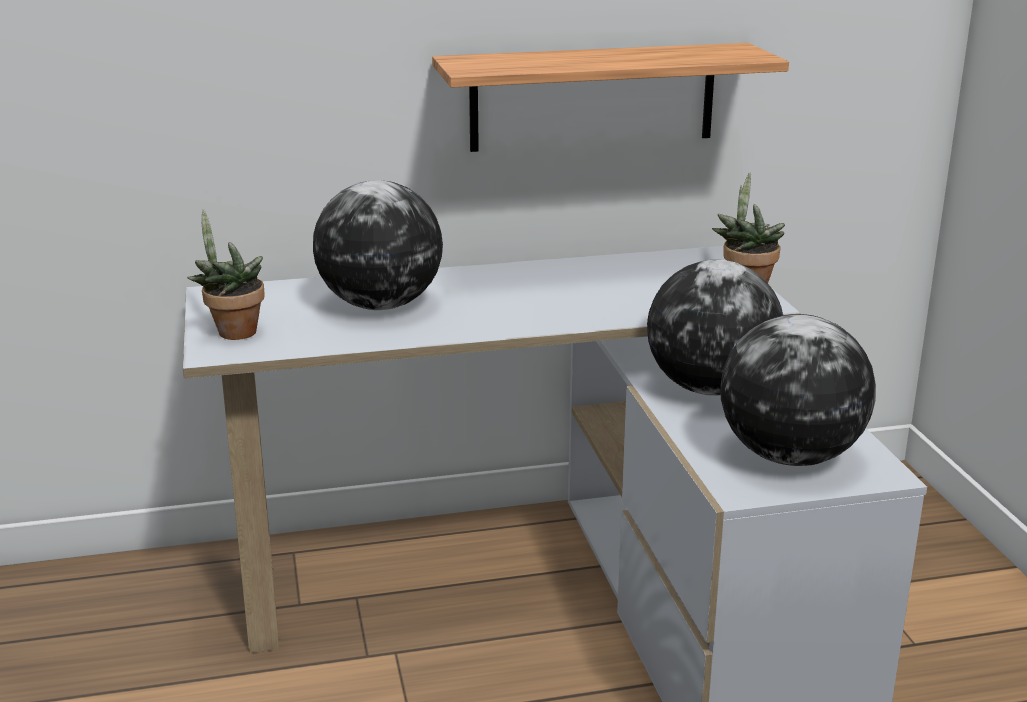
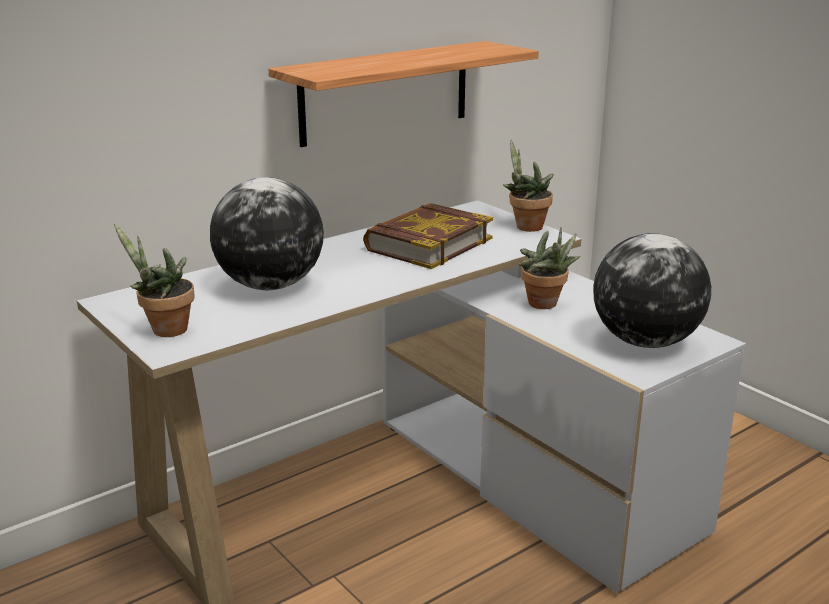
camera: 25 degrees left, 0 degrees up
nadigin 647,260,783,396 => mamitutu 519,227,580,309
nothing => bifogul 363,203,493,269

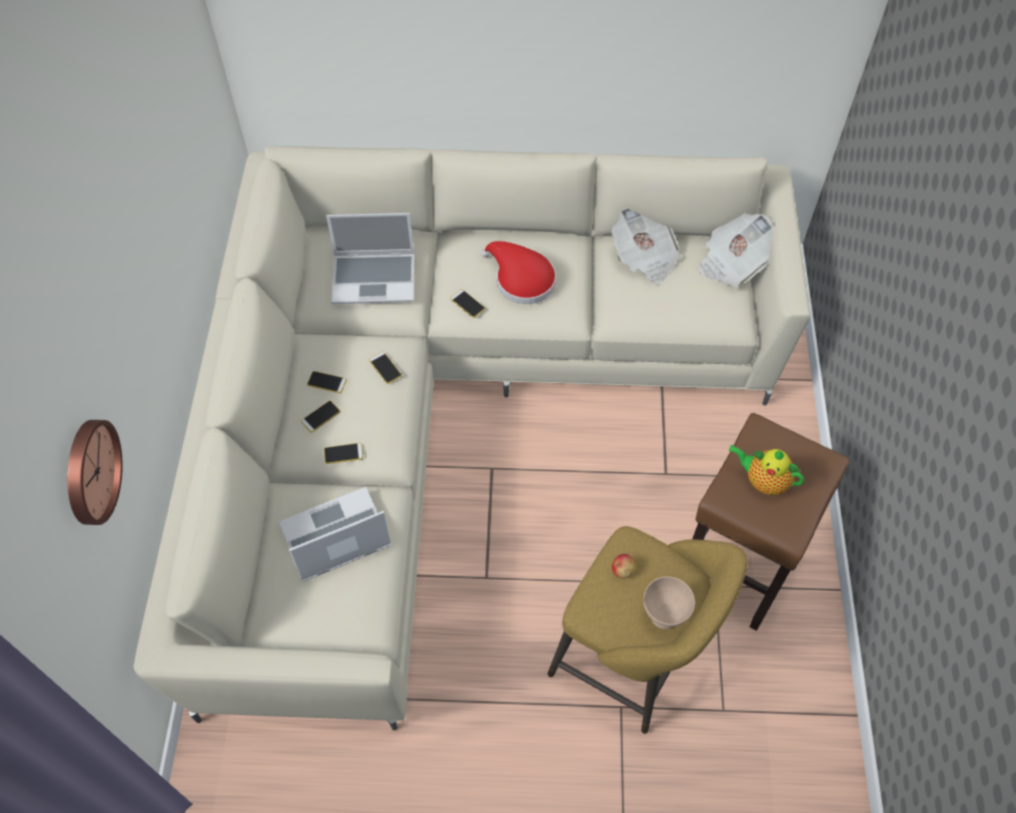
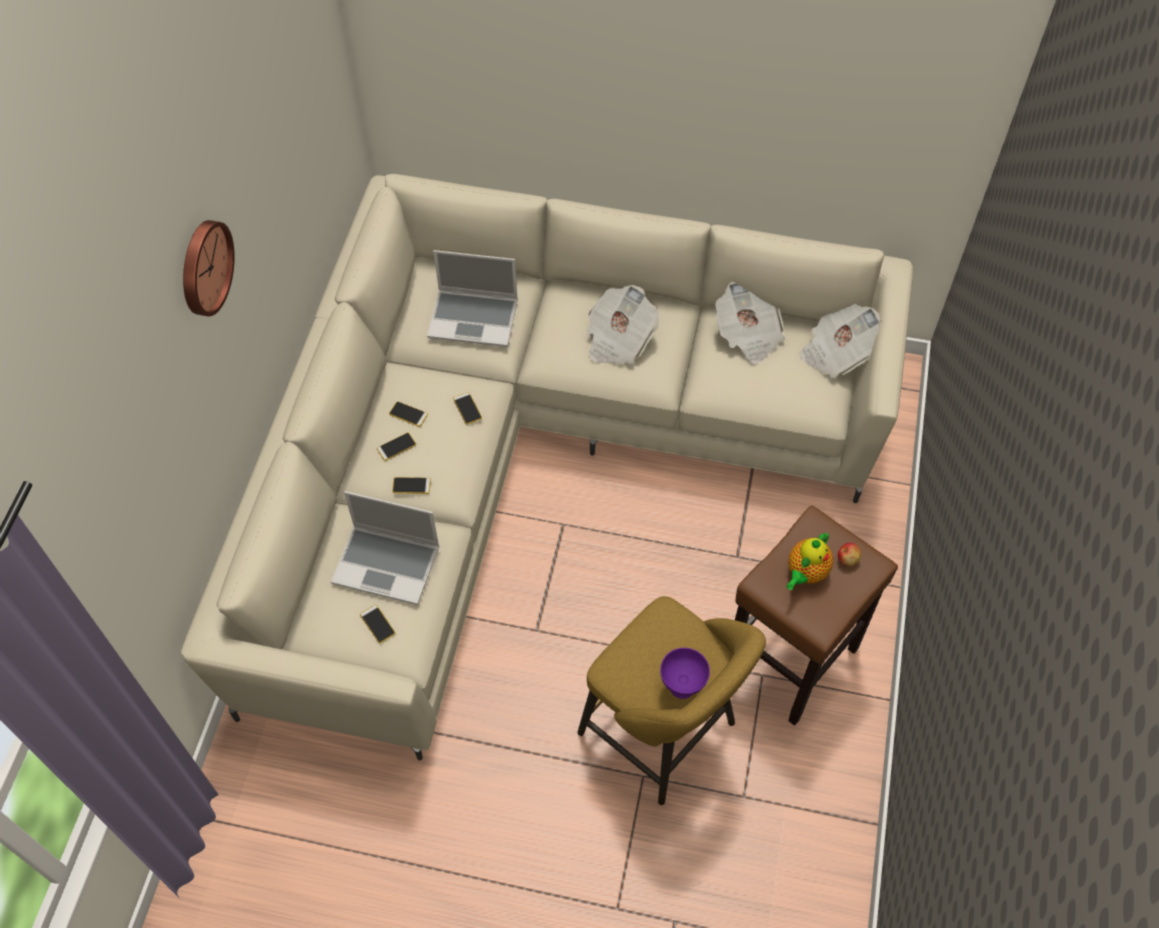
camera: 10 degrees right, 0 degrees up
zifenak 67,420,123,525 => zifenak 183,220,235,316, shifted
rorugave 279,487,391,582 => rorugave 331,491,439,605, 150 degrees counterclockwise
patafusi 450,289,485,318 => patafusi 360,605,395,643, shifted
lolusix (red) 481,241,556,304 => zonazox 587,285,659,365
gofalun 612,554,636,578 => gofalun 838,543,861,566, shifted
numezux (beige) 643,577,695,629 => numezux (purple) 660,648,710,699
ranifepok 728,445,804,495 => ranifepok 786,532,833,590, 90 degrees counterclockwise

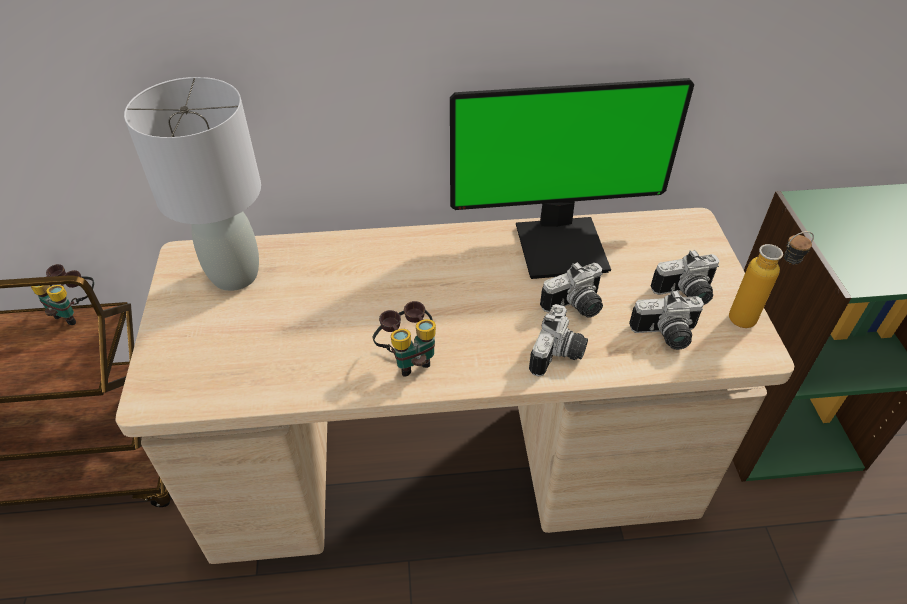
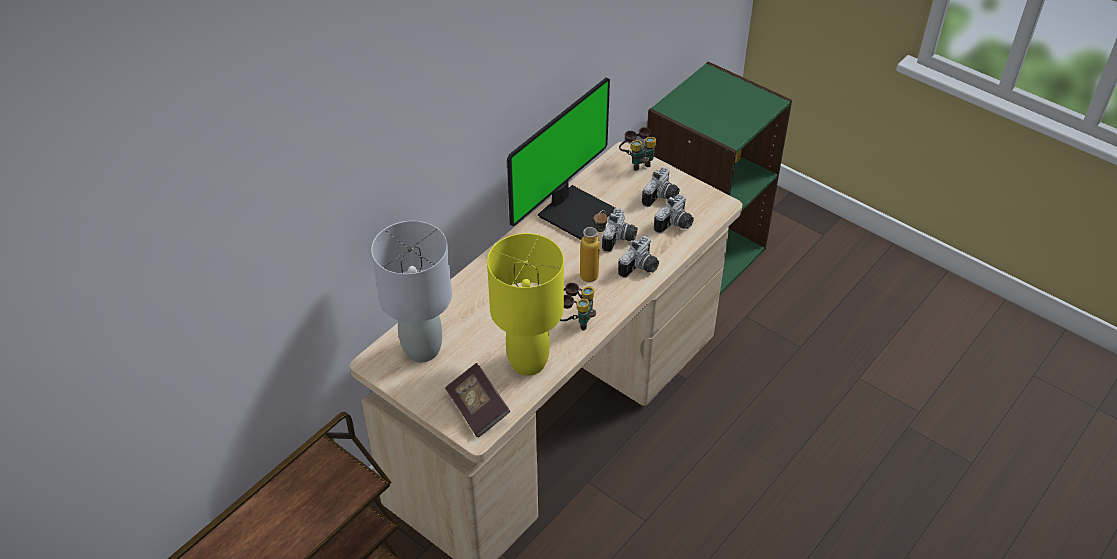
camera: 45 degrees left, 0 degrees up
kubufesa 30,264,94,325 => kubufesa 619,127,656,171, shifted
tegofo 529,304,588,377 => tegofo 618,236,659,278, 60 degrees clockwise
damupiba 729,231,814,328 => damupiba 580,210,608,282, shifted
nothing => bifogul 445,363,510,437
nothing => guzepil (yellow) 487,233,564,376

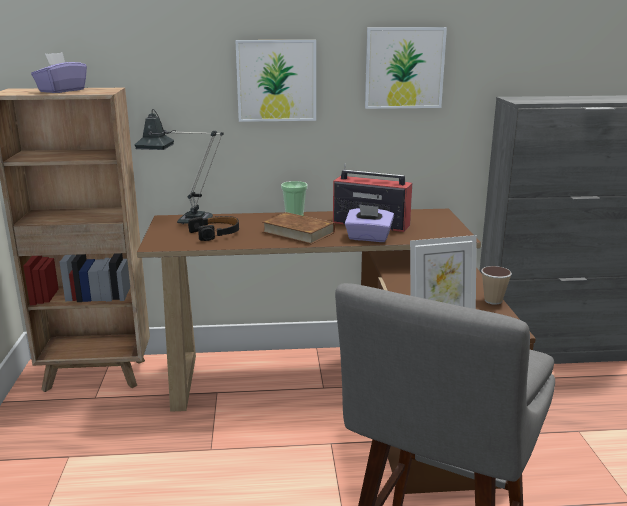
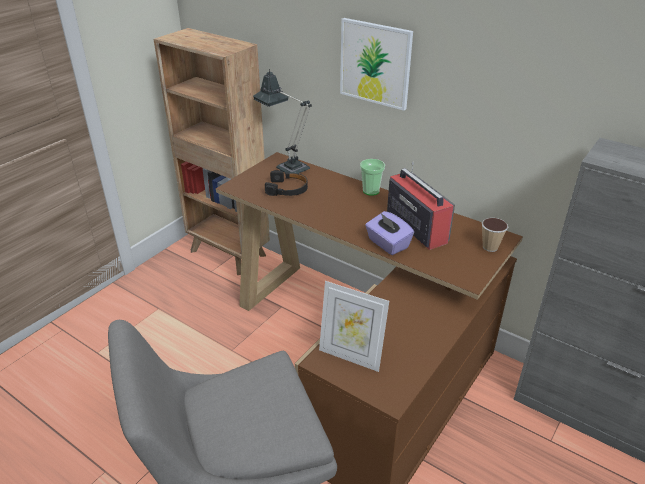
camera: 40 degrees right, 15 degrees up
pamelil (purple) 31,52,87,93 => nothing
bifogul (brown) 262,212,335,244 => nothing
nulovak 365,27,447,109 => nothing
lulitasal 481,266,512,305 => lulitasal 482,218,508,252, shifted

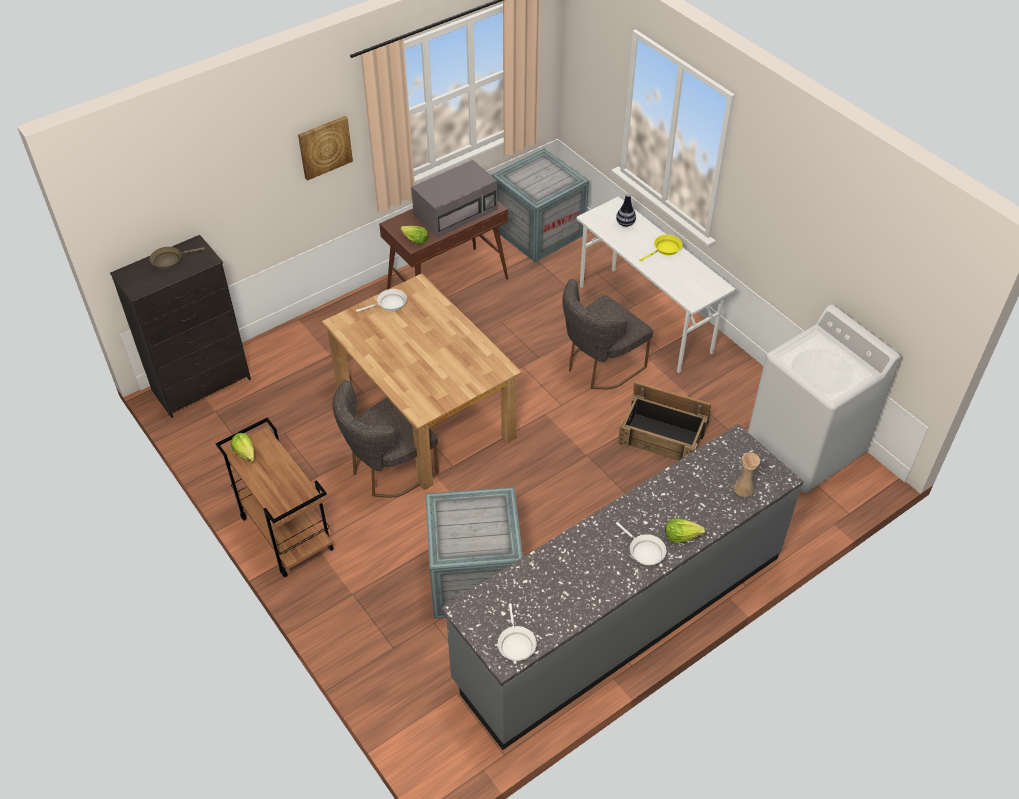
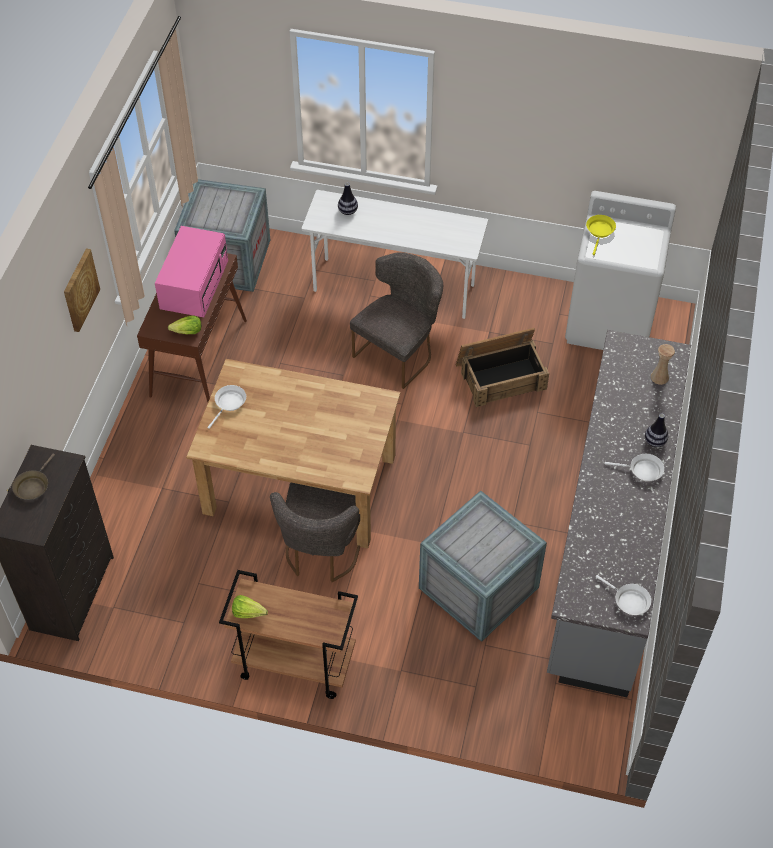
camera: 40 degrees left, 5 degrees up
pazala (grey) 411,160,497,237 => pazala (pink) 155,226,228,317
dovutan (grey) 562,279,653,389 => dovutan (grey) 350,252,443,389, 150 degrees counterclockwise
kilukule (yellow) 639,235,683,261 => kilukule (yellow) 586,215,616,255, shifted
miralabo 665,518,705,543 => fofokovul 645,413,669,447

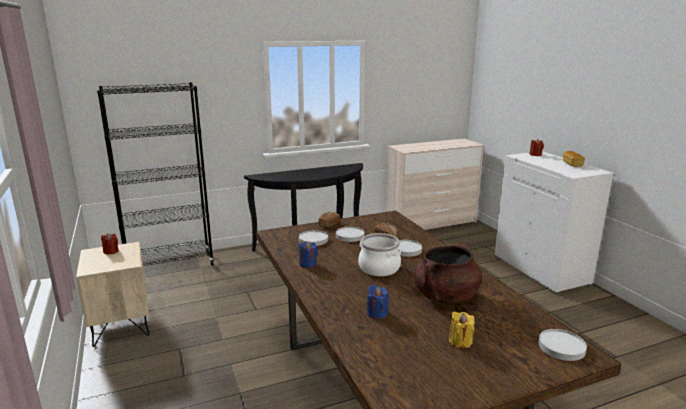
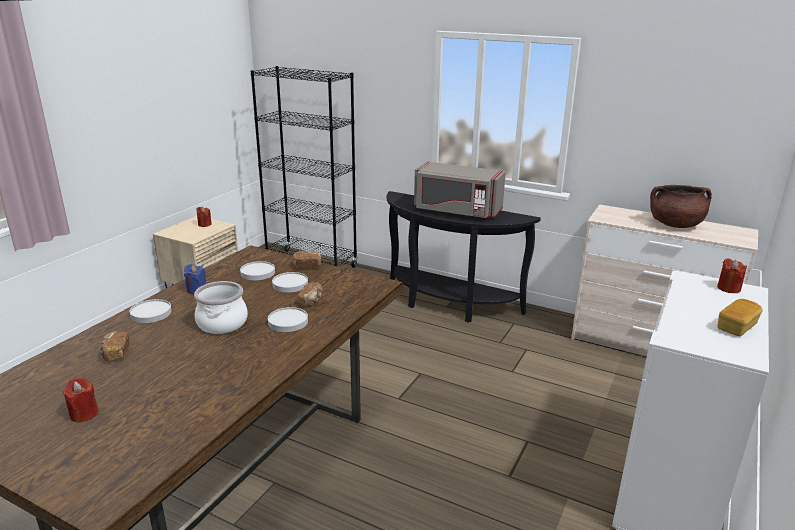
camera: 50 degrees right, 5 degrees up
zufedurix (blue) 367,285,389,319 => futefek 100,332,129,362
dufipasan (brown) 415,244,482,304 => dufipasan (brown) 650,185,712,228, shifted
zufedurix (yellow) 449,312,475,349 => zufedurix (red) 63,377,99,422
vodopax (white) 538,329,587,361 => vodopax (white) 130,299,172,323, shifted
nothing => pazala (grey) 414,162,506,219

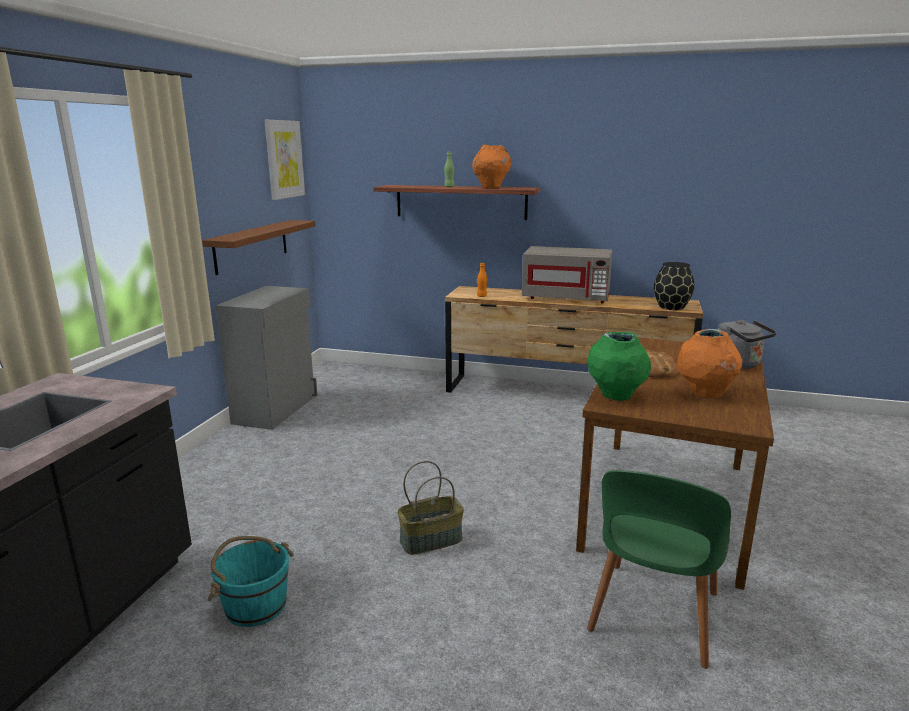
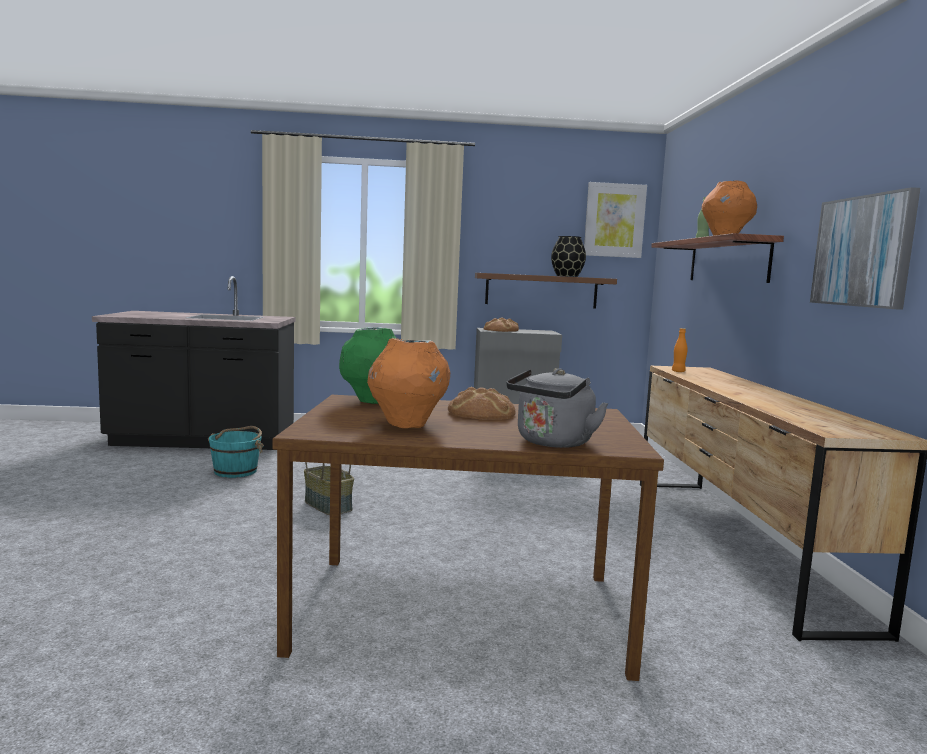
camera: 70 degrees right, 10 degrees down
pazala (grey) 522,246,613,303 => nothing
dovutan (green) 587,470,731,669 => nothing
fofokovul (black) 654,262,694,310 => fofokovul (black) 551,236,586,277, shifted
nothing => futefek 484,317,519,332
nothing => nulovak 810,187,920,310

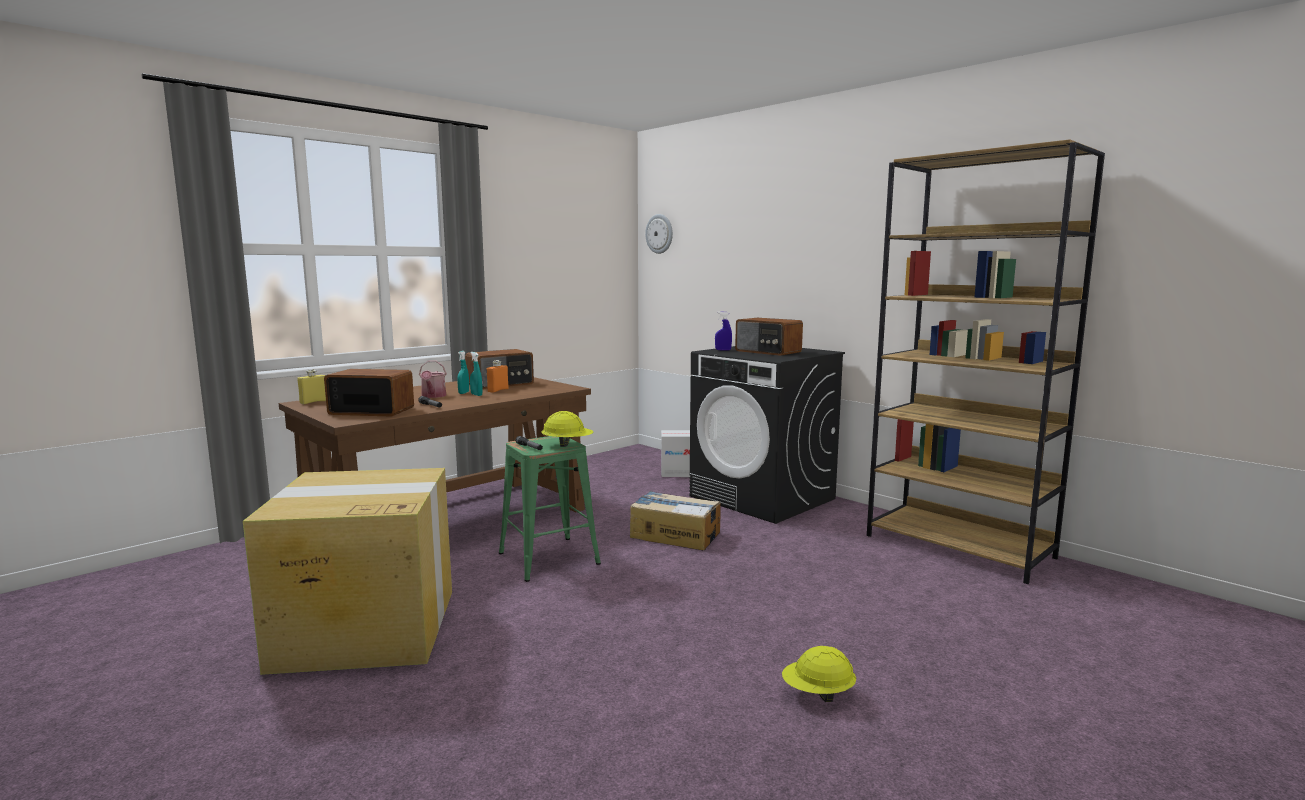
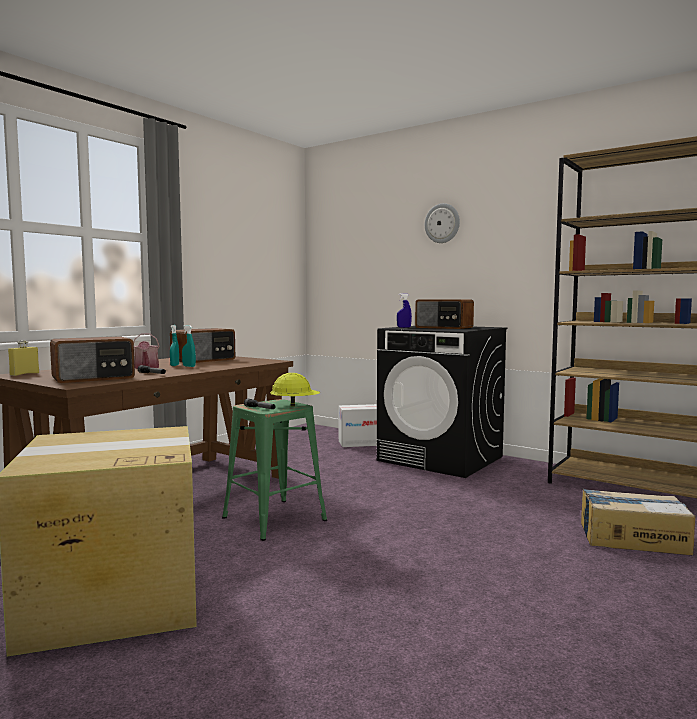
camera: 10 degrees left, 5 degrees down
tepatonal 324,369,414,417 => tepatonal 50,336,135,383, 150 degrees clockwise
damupiba (orange) 487,360,509,393 => nothing
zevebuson 630,491,721,550 => zevebuson 581,489,695,555, shifted
zifenak 645,214,673,254 => zifenak 425,203,460,243, shifted
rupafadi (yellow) 782,646,856,702 => nothing

